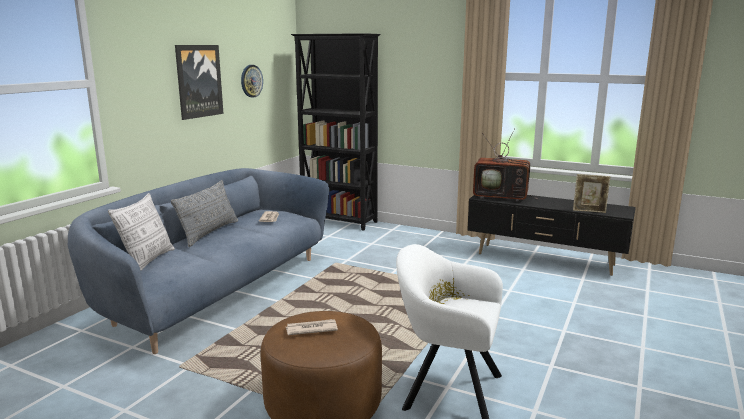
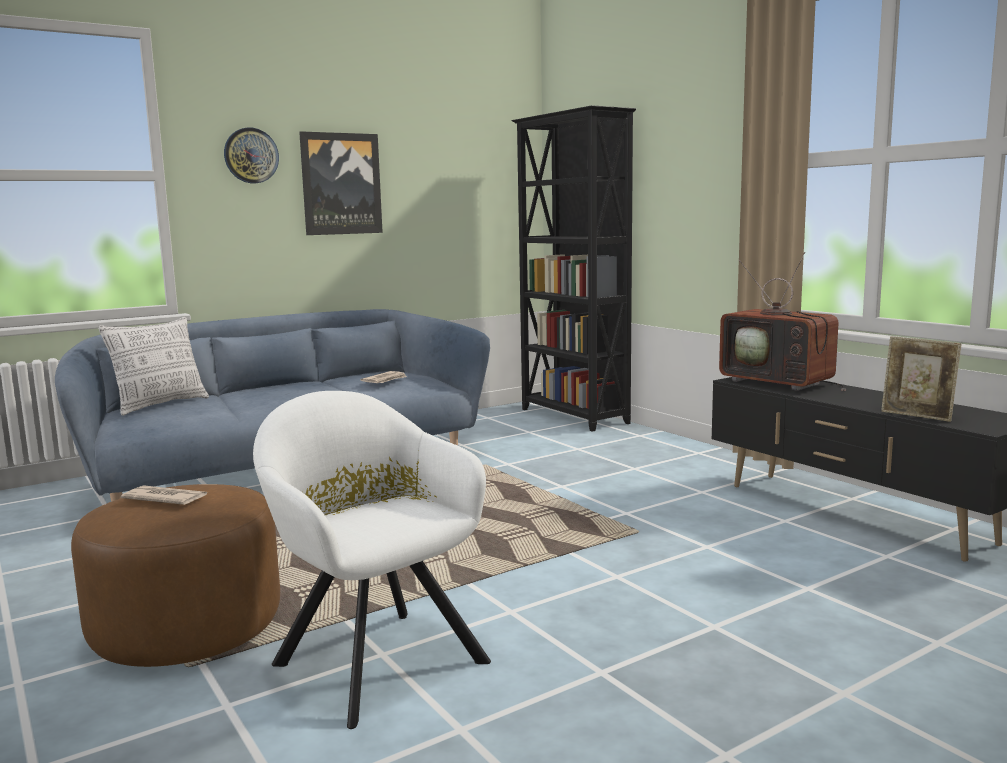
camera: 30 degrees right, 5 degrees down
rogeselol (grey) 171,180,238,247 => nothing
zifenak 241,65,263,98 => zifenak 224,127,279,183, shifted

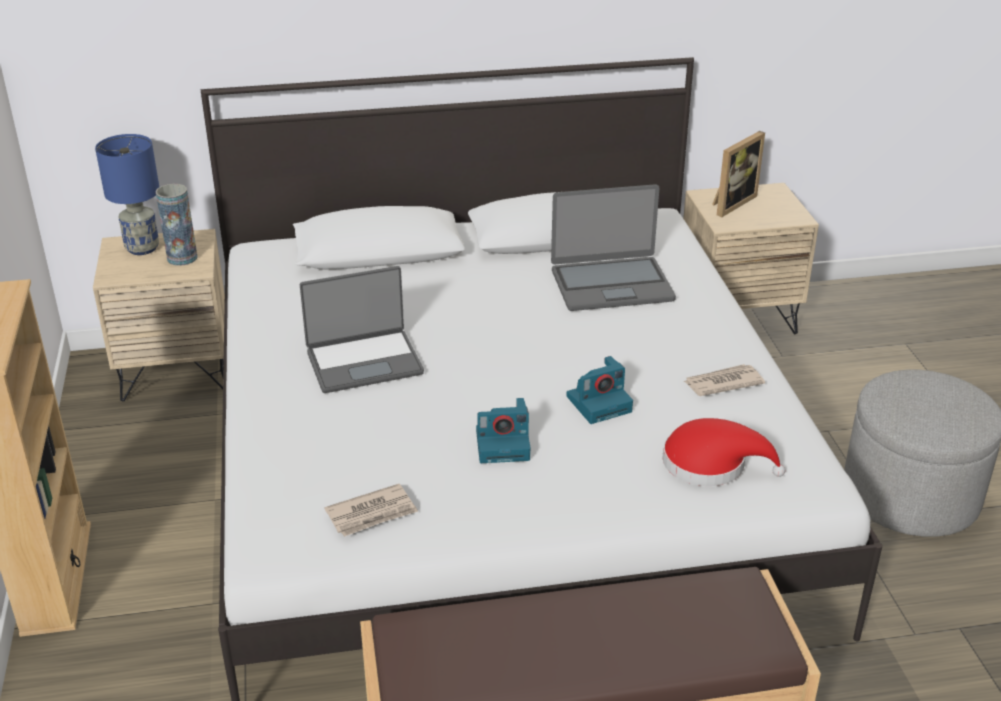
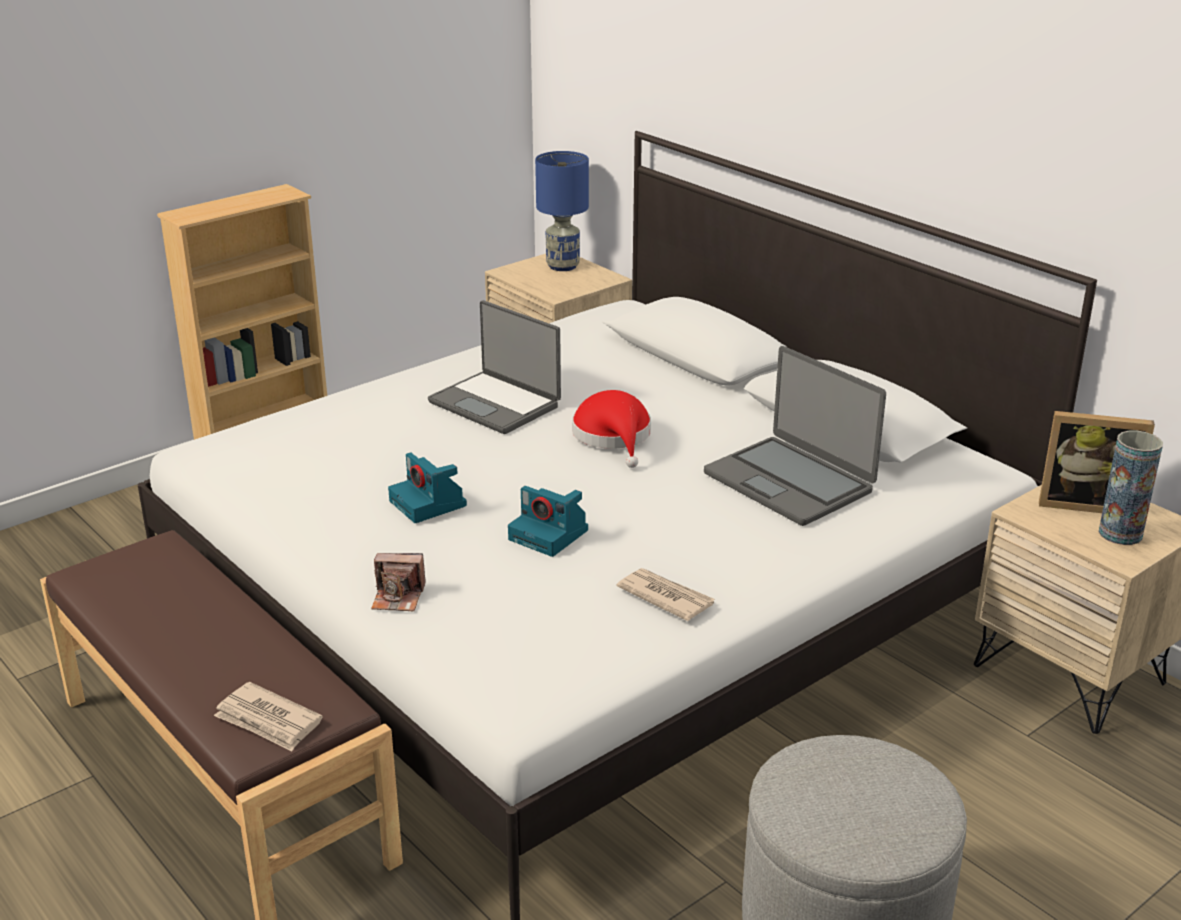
camera: 60 degrees right, 5 degrees down
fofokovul 156,184,198,266 => fofokovul 1099,431,1163,545, shifted
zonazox 324,484,418,537 => zonazox 214,682,323,751, shifted
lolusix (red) 662,418,785,486 => lolusix (red) 572,390,651,468, shifted
nothing => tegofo 371,553,426,611

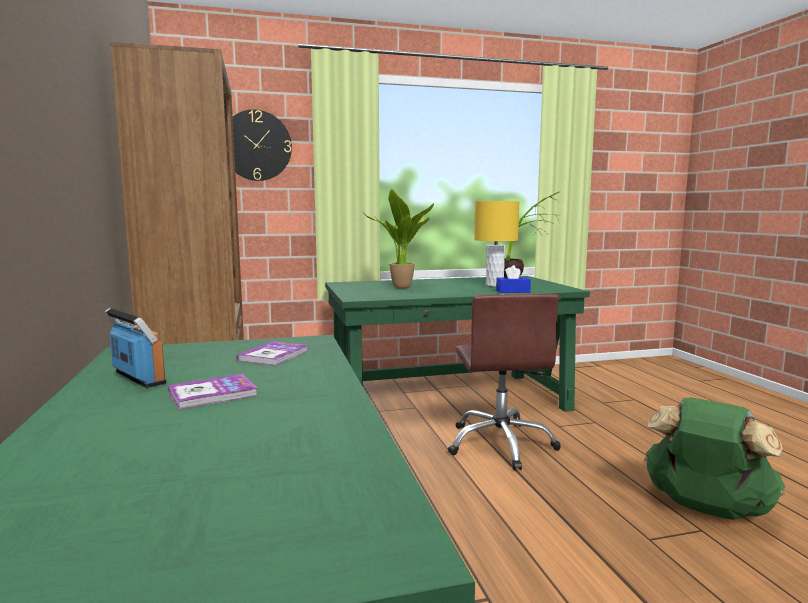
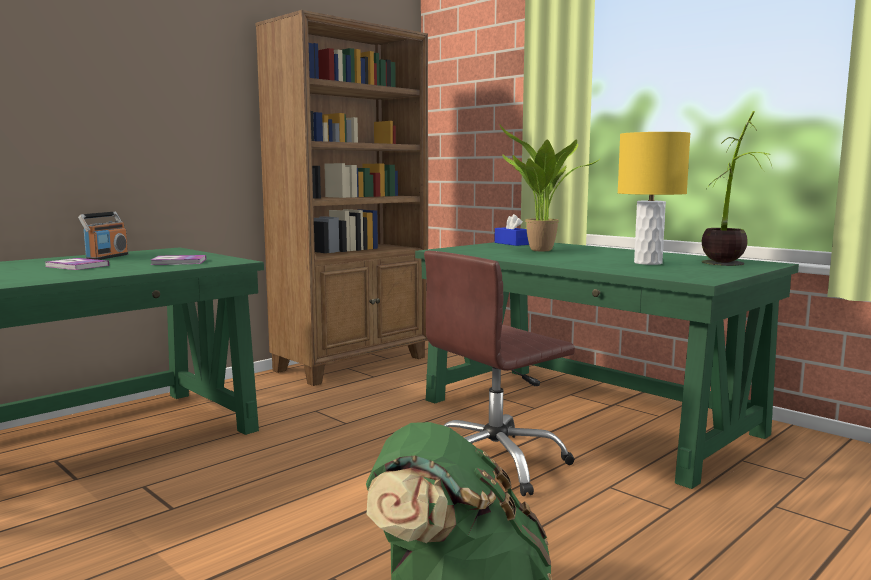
camera: 60 degrees right, 0 degrees up
zifenak 233,109,292,181 => nothing
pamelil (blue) 496,265,531,293 => pamelil (blue) 495,214,529,246, shifted

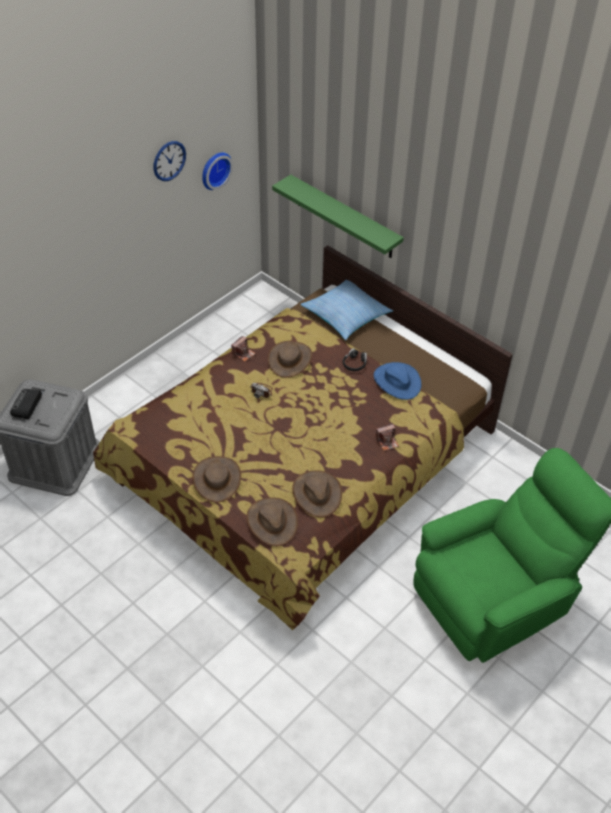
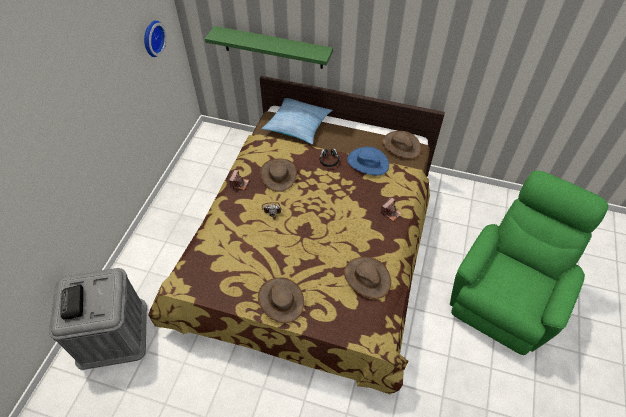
camera: 25 degrees left, 5 degrees up
zifenak 153,141,186,181 => nothing
lolusix (brown) 247,497,298,546 => lolusix (brown) 382,131,421,159, shifted

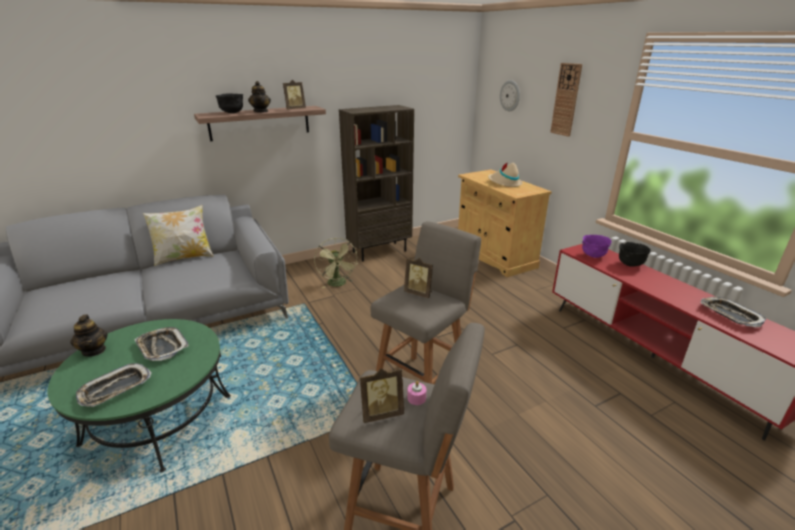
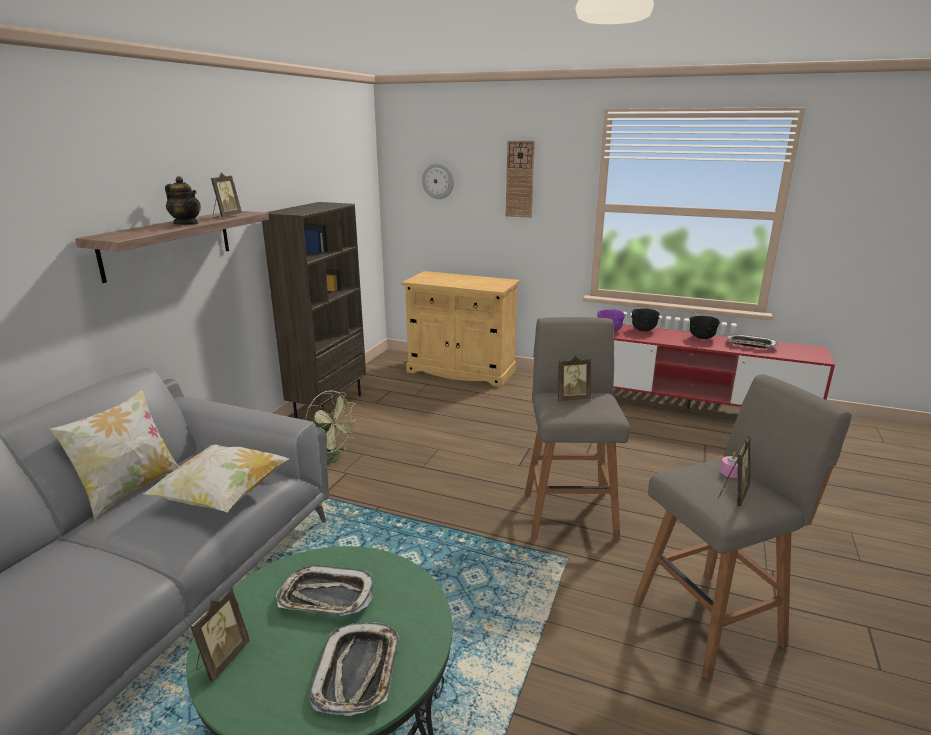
camera: 40 degrees left, 5 degrees down
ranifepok 70,314,108,357 => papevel 190,588,250,682
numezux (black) 216,94,243,113 => numezux (black) 690,316,720,339, shifted
lolusix (beige) 488,162,523,187 => nothing
nothing => rogeselol 143,444,289,513

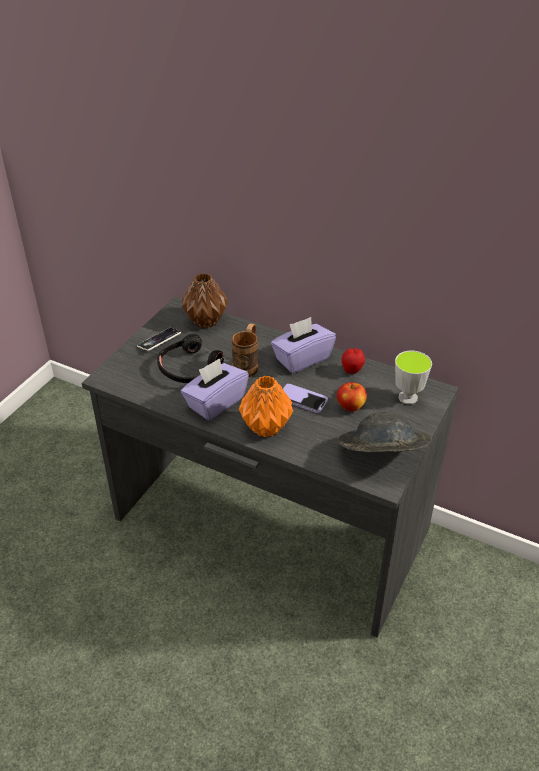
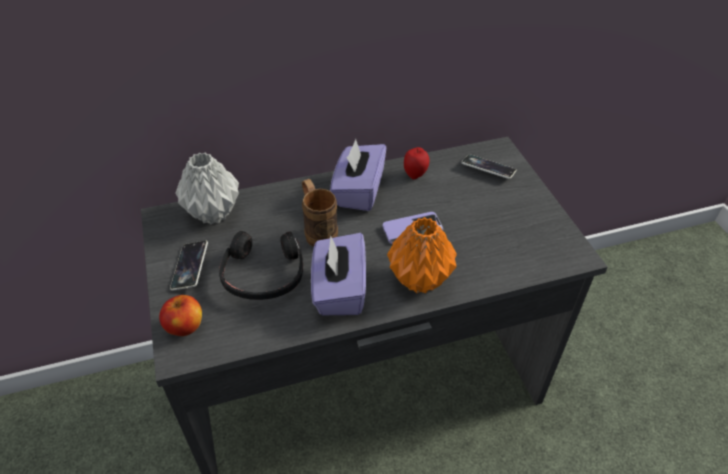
camera: 45 degrees left, 5 degrees up
fofokovul (brown) 182,273,228,328 => fofokovul (grey) 175,152,239,224
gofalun 337,382,367,412 => gofalun 159,295,202,336, shifted
lolusix (grey) 338,411,432,452 => nothing
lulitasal 395,350,432,405 => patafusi 461,154,516,179

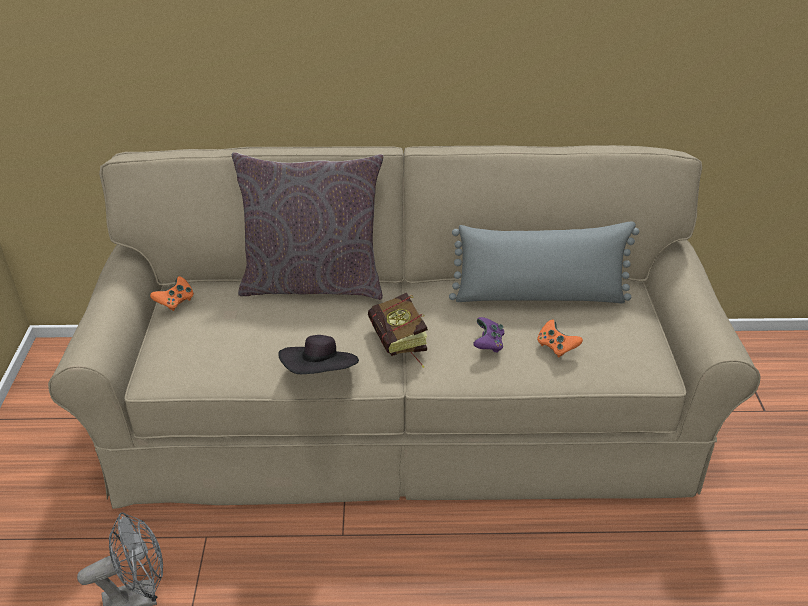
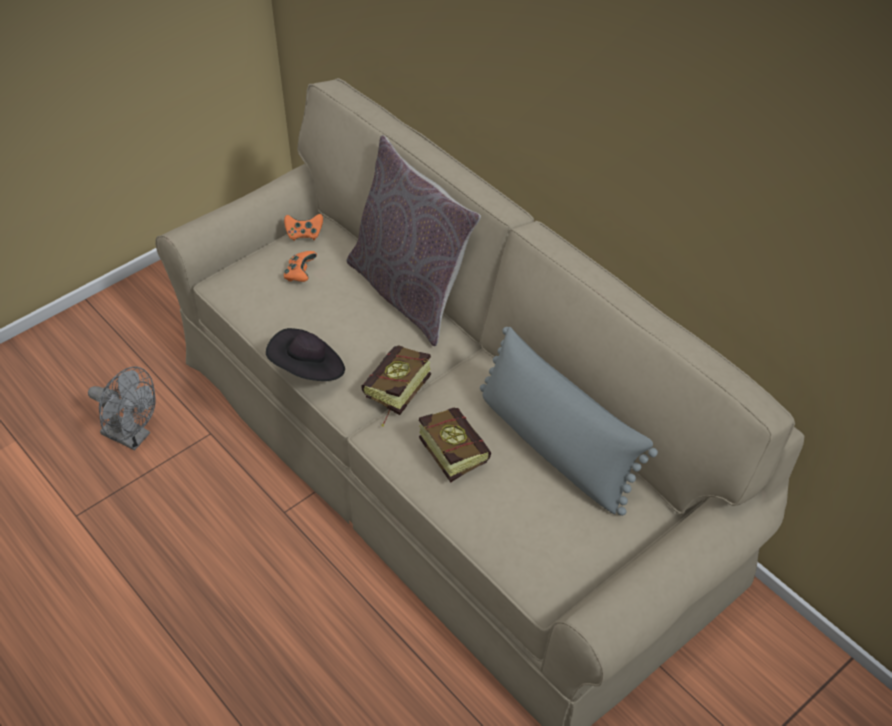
camera: 50 degrees right, 10 degrees up
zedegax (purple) 473,317,504,353 => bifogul 419,408,491,483
zedegax (orange) 537,319,583,357 => zedegax (orange) 284,251,317,282, shifted

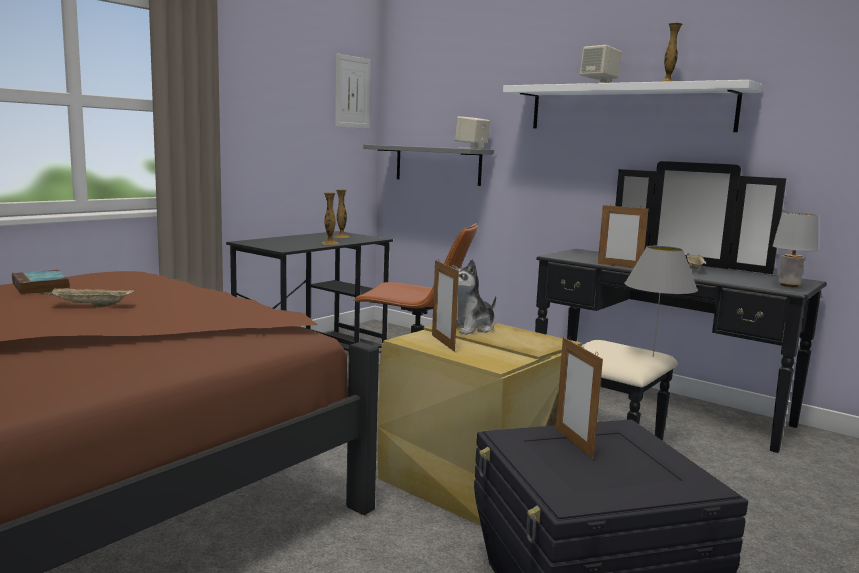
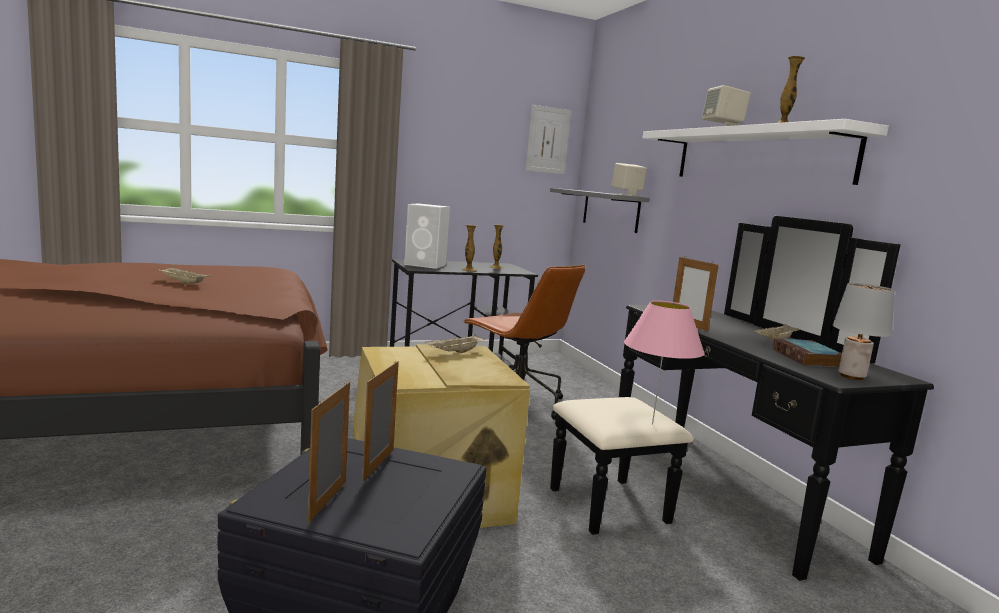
camera: 30 degrees right, 0 degrees up
bifogul 12,270,70,295 => bifogul 773,338,842,368, shifted
papevel 432,260,459,352 => papevel 308,382,350,523, shifted
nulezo 452,259,496,335 => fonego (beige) 425,334,485,353
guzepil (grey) 625,246,698,357 => guzepil (pink) 624,301,704,425
nothing => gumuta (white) 404,203,450,269

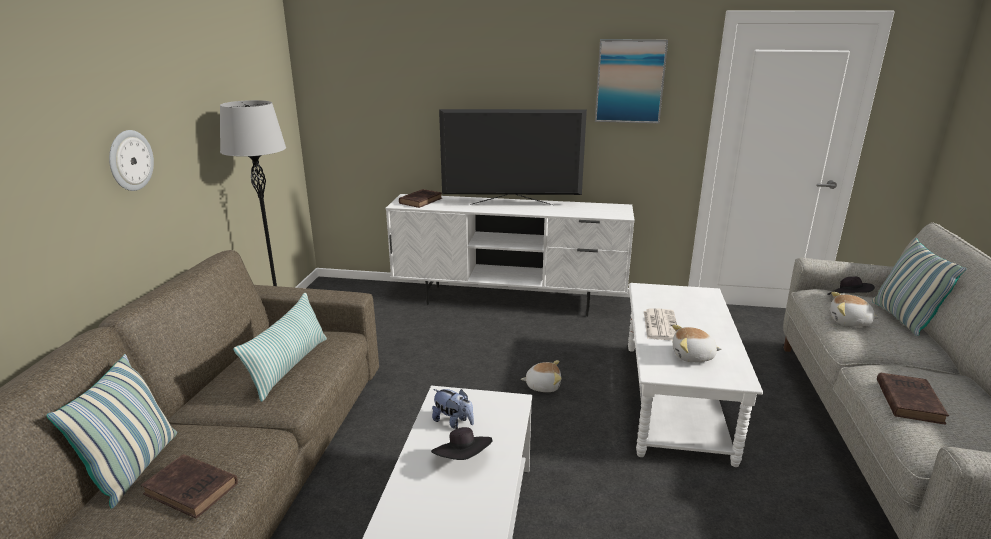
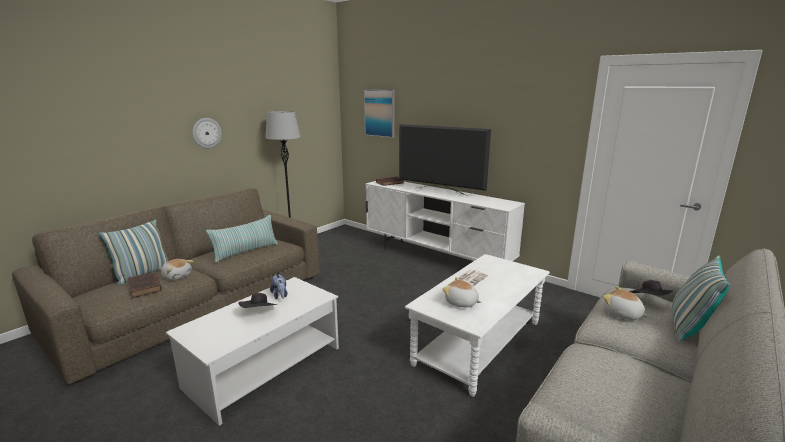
camera: 30 degrees right, 5 degrees down
nulezo 521,360,561,392 => nulezo 161,259,194,280, shifted
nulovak 595,39,668,123 => nulovak 364,89,395,138, shifted
bifogul (brown) 877,373,949,424 => nothing

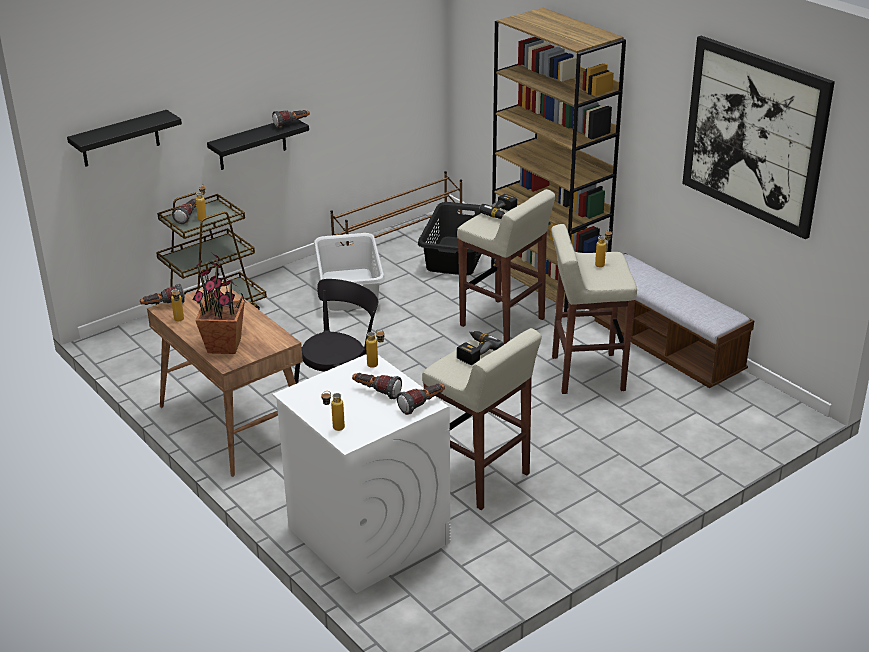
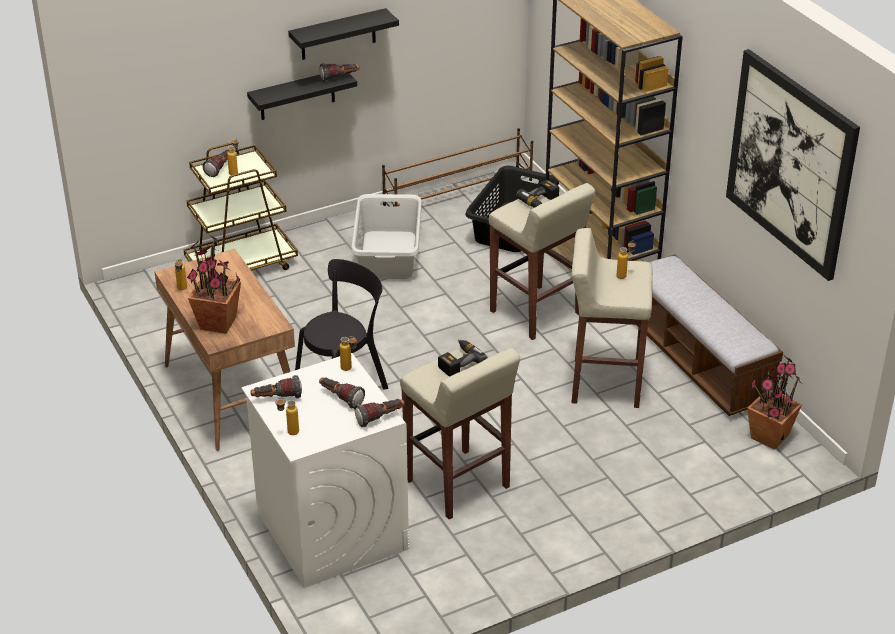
camera: 10 degrees right, 5 degrees up
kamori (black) 67,110,182,167 => kamori (black) 288,8,399,60, shifted
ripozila 140,284,185,305 => ripozila 251,375,302,398, shifted
nothing => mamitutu 747,355,802,450

